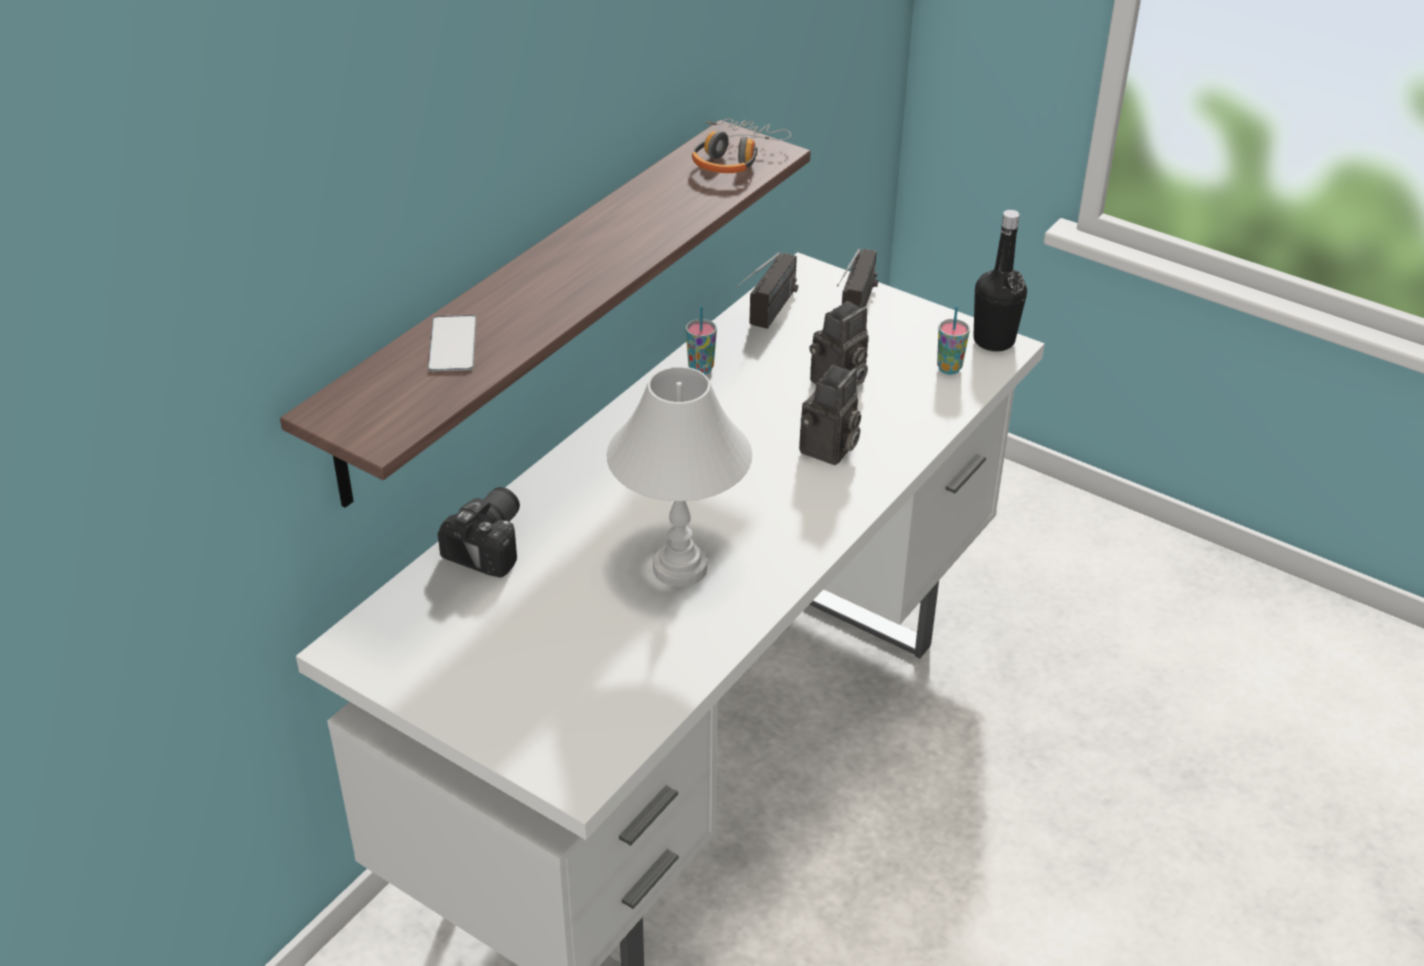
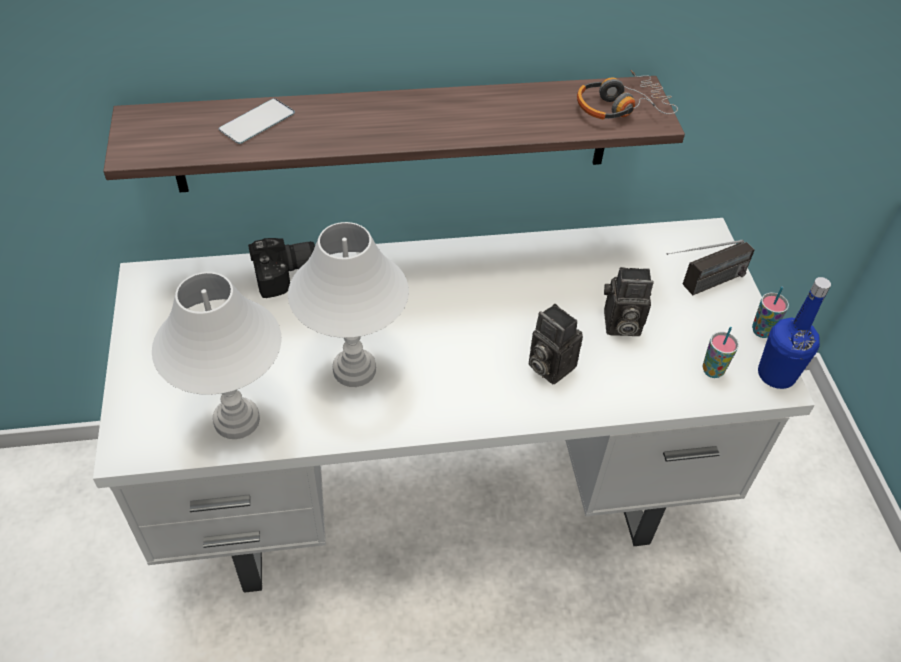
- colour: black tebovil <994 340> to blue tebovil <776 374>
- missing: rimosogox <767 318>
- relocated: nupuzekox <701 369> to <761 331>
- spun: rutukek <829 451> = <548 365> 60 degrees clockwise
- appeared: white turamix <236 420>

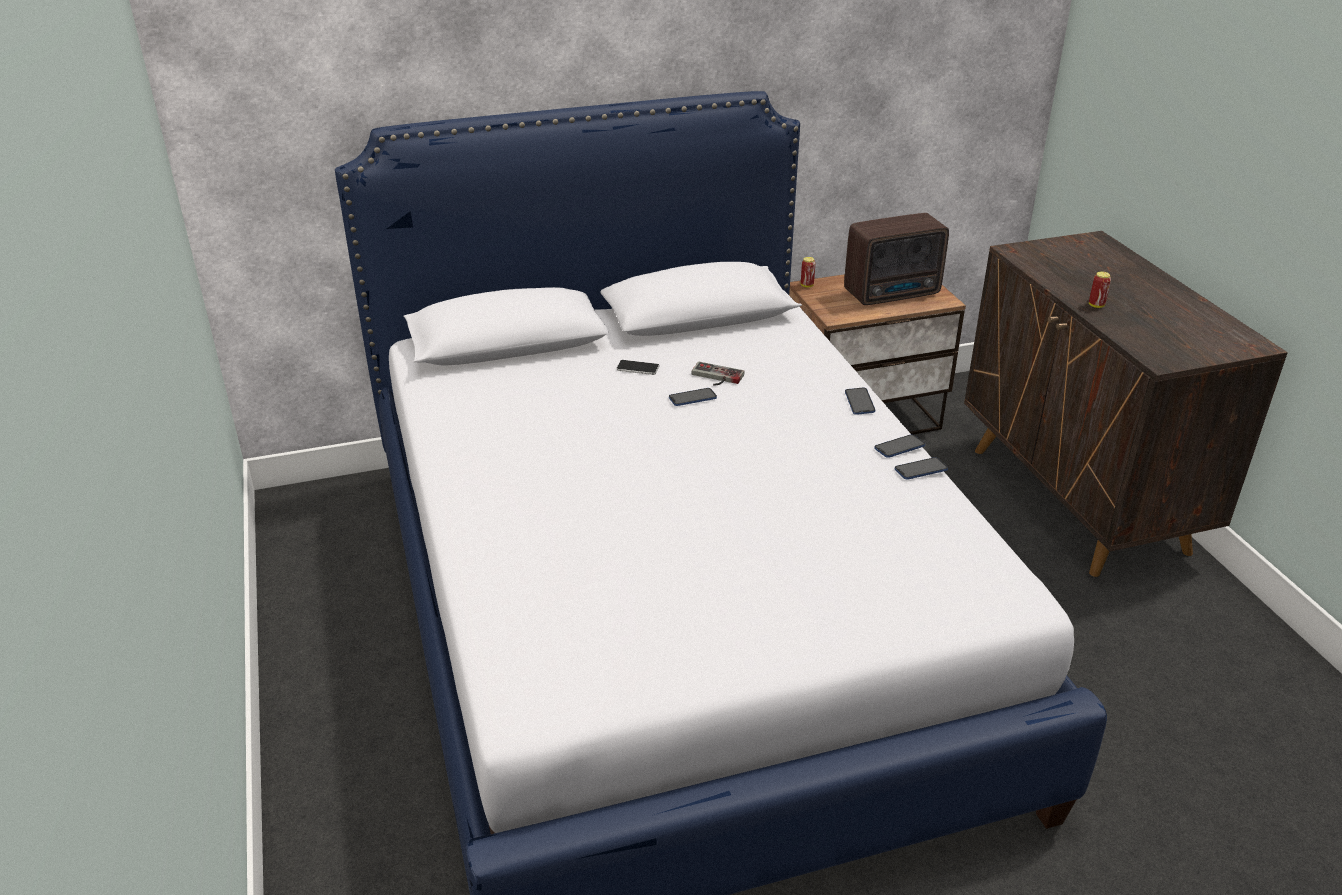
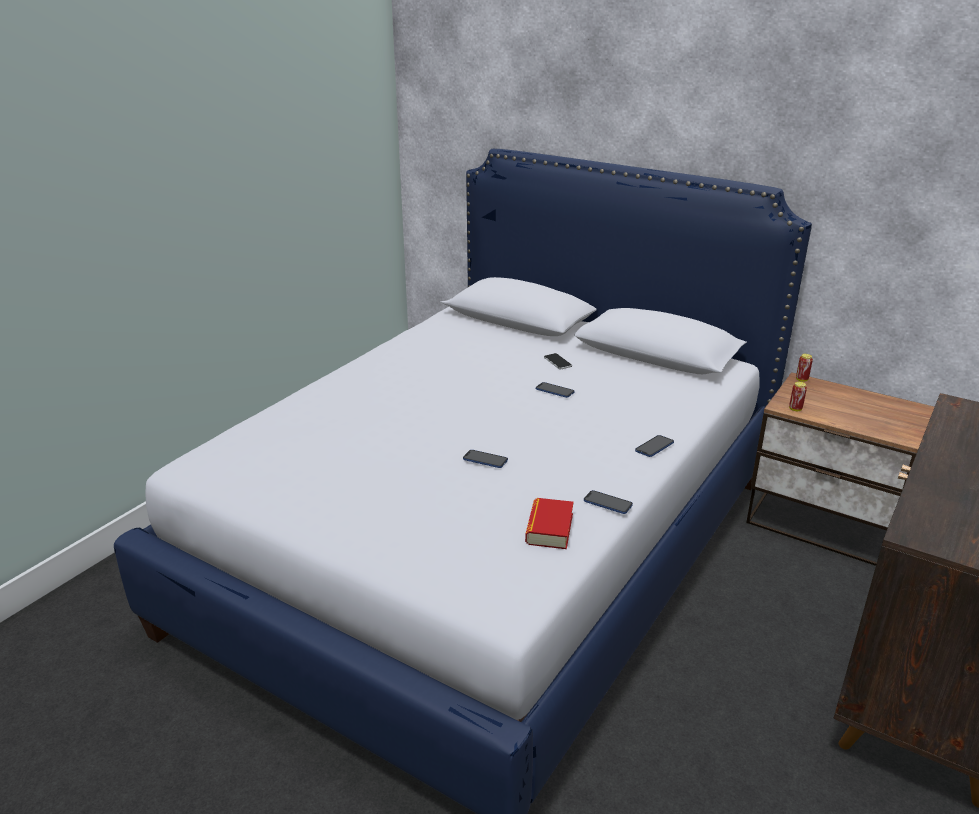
- missing: rimosogox <894 293>
- relocated: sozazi <1096 305> to <795 409>
- missing: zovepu <715 377>
- relocated: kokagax <899 447> to <485 460>
- appeared: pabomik <549 529>

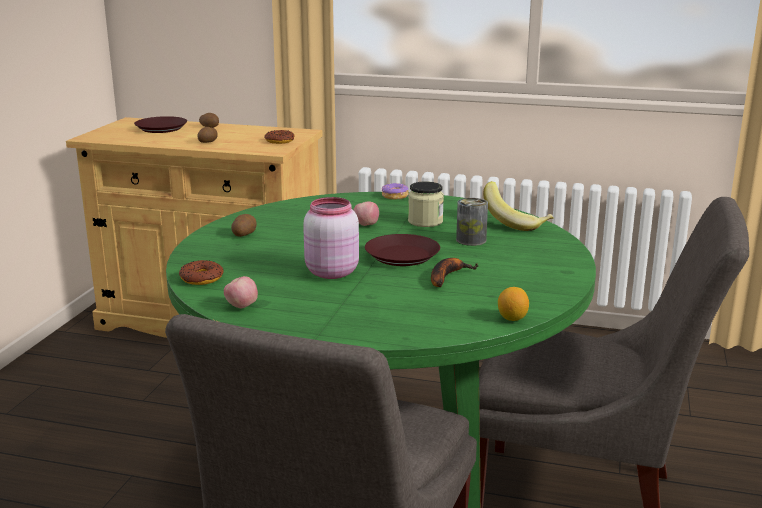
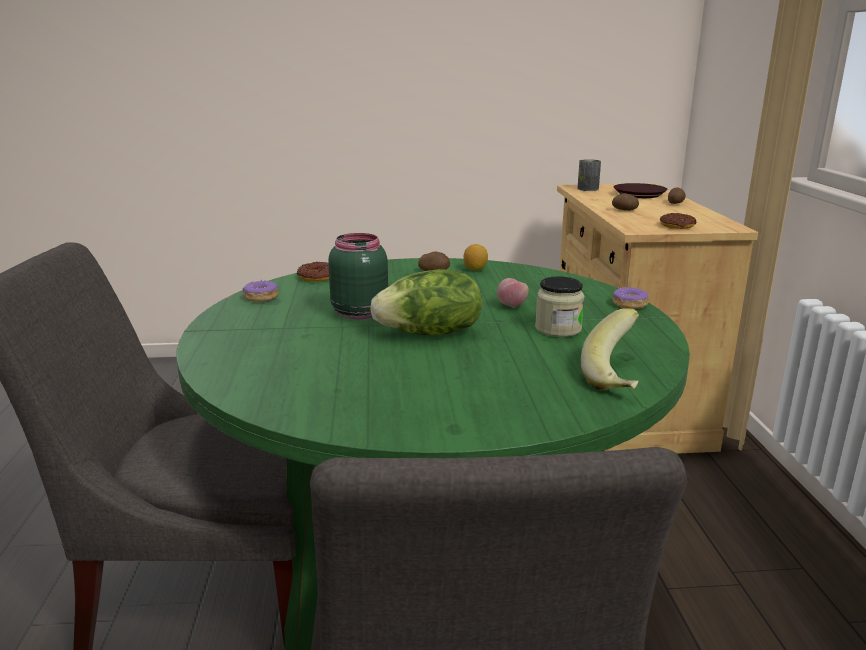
- colour: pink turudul <330 272> to green turudul <360 312>
- relocated: sozazi <471 240> to <588 189>
- exchanged: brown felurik <402 256> to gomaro <430 333>
- missing: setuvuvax <447 276>
- exchanged: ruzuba <241 306> to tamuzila <260 297>
- relocated: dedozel <512 318> to <475 269>

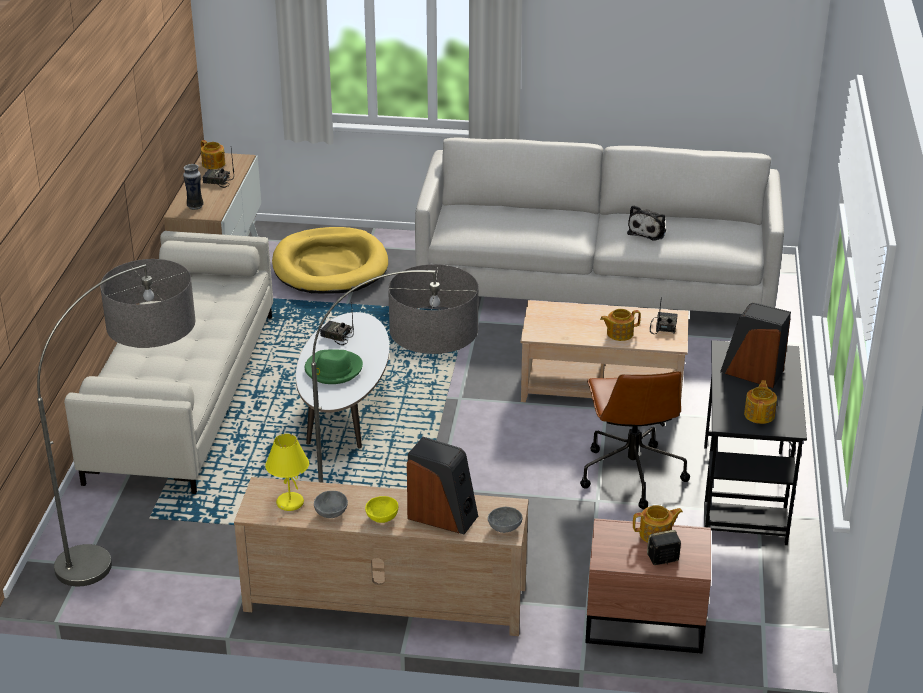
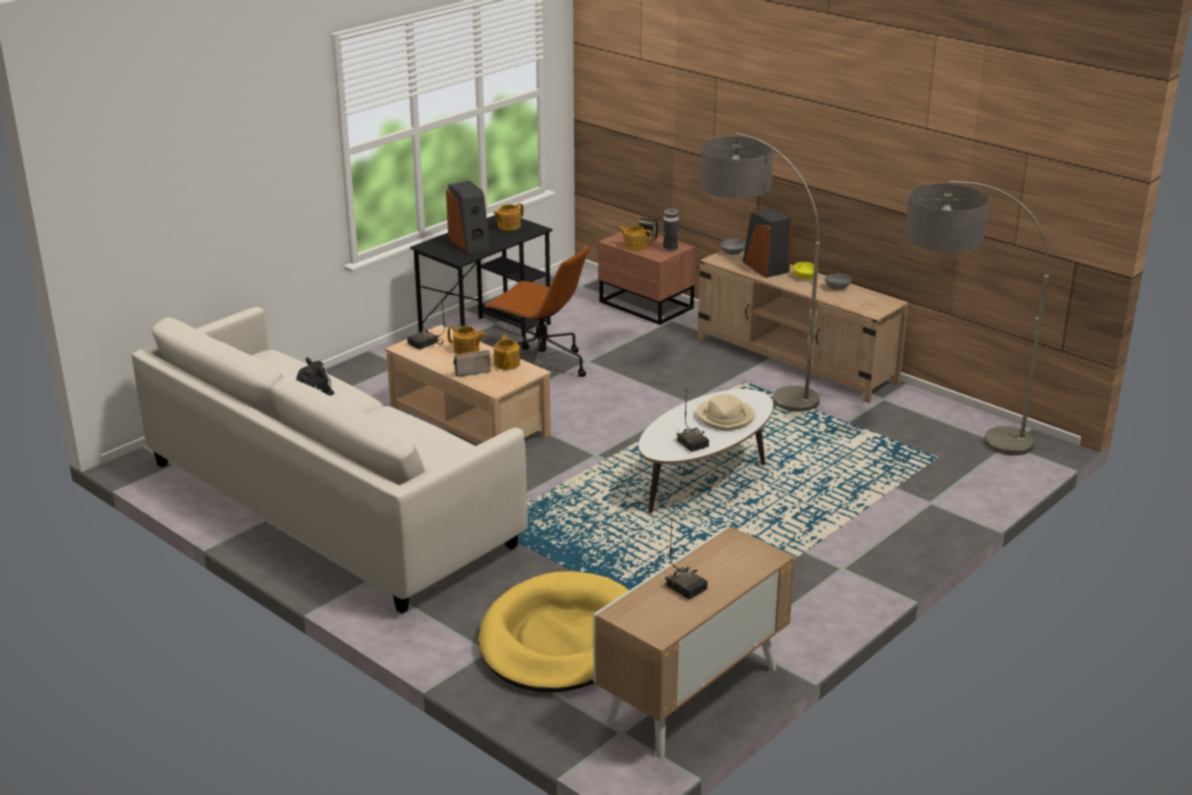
- relocated: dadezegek <213 164> to <507 363>
- relocated: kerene <195 206> to <670 249>
- missing: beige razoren <183 394>
- colour: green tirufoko <333 369> to beige tirufoko <725 417>
- spun: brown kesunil <631 473> = <541 366> 90 degrees clockwise
- missing: yellow turamix <289 503>
- appeared: rimosogox <470 371>

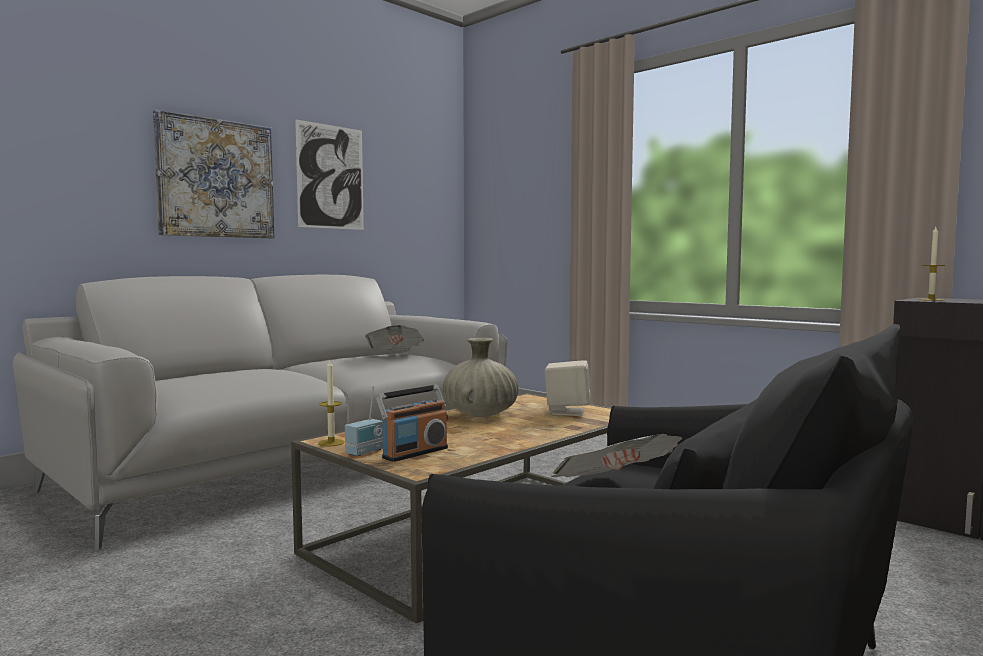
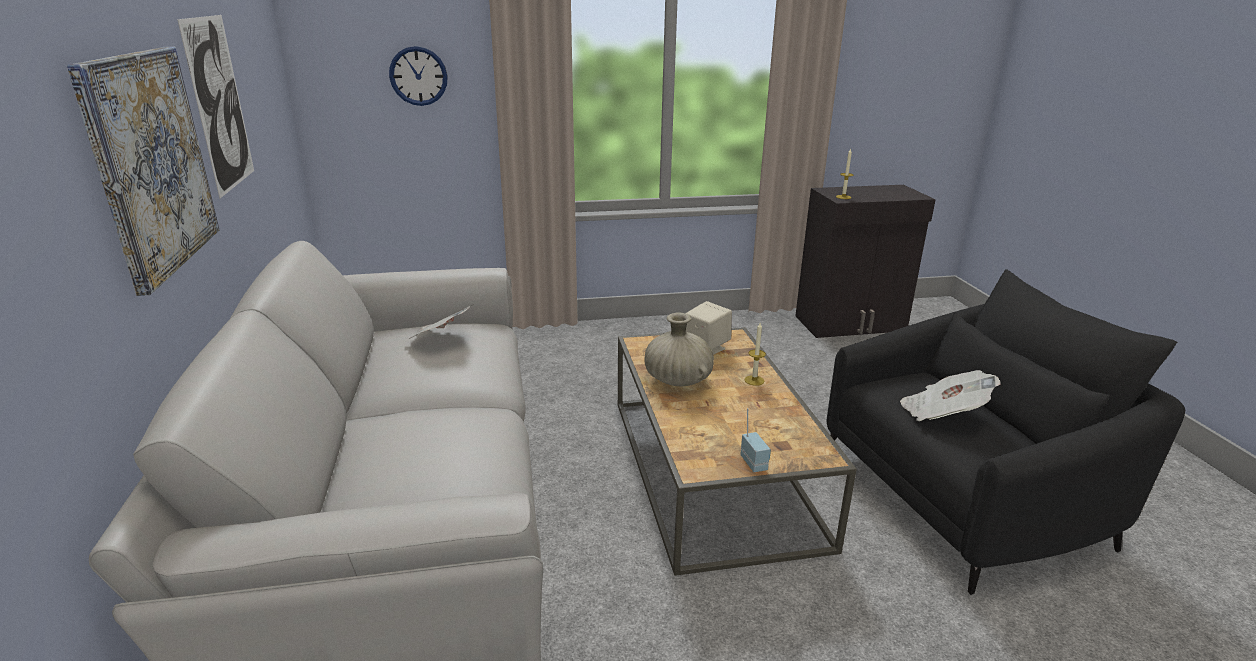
- relocated: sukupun <331 443> to <754 380>
- missing: rimosogox <415 453>
- appeared: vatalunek <418 76>

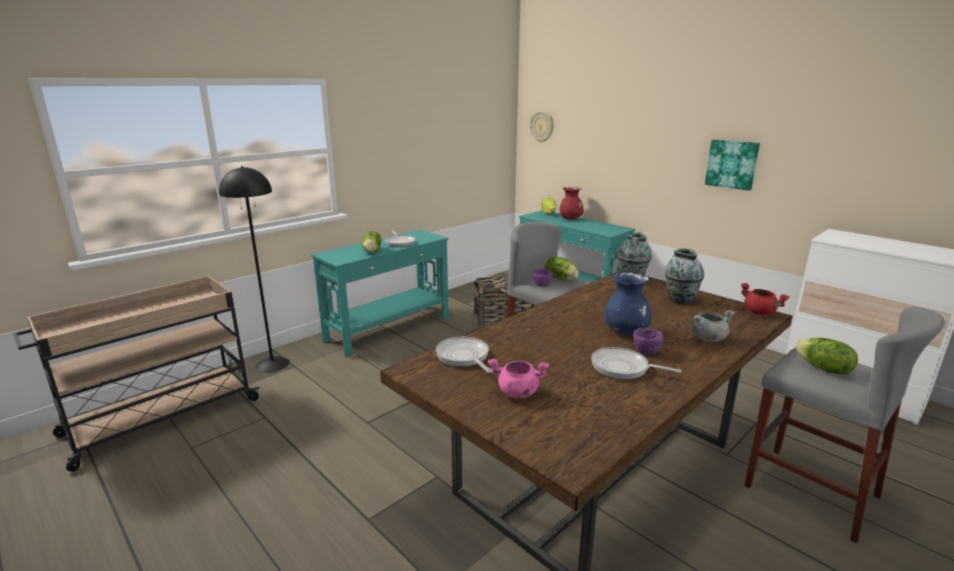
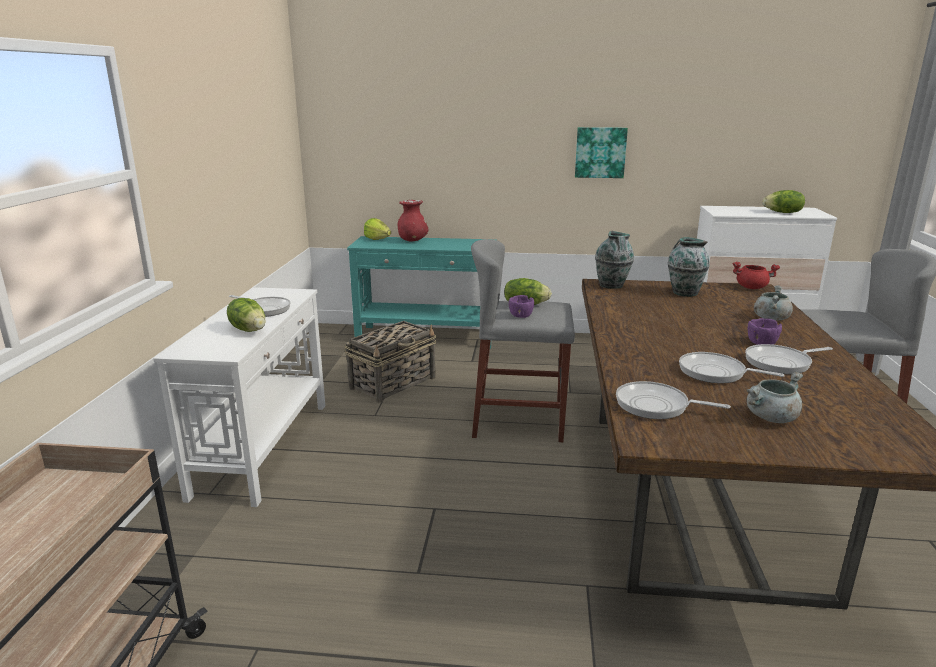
- missing: vatalunek <542 126>
- missing: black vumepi <272 364>
- colour: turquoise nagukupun <389 329> to white nagukupun <264 447>
- missing: blue kerene <626 331>
- relocated: gomaro <823 369> to <783 212>
- colour: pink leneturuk <517 392> to grey leneturuk <771 418>
- appeared: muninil <715 373>

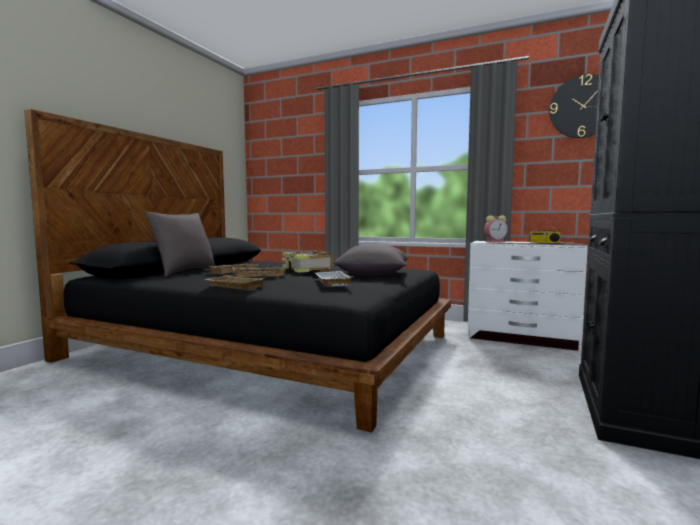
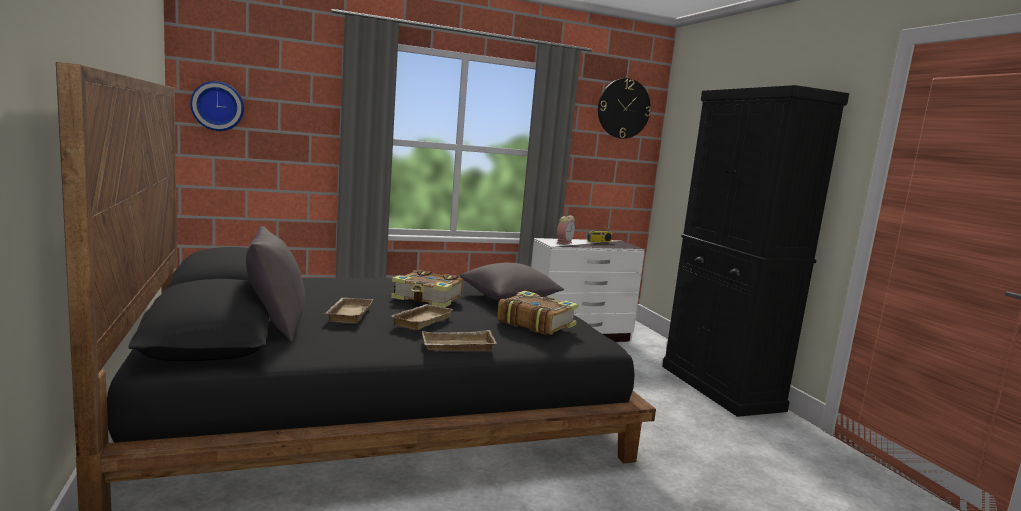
- exchanged: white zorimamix <331 282> to pabomik <535 323>
- appeared: vatalunek <218 106>

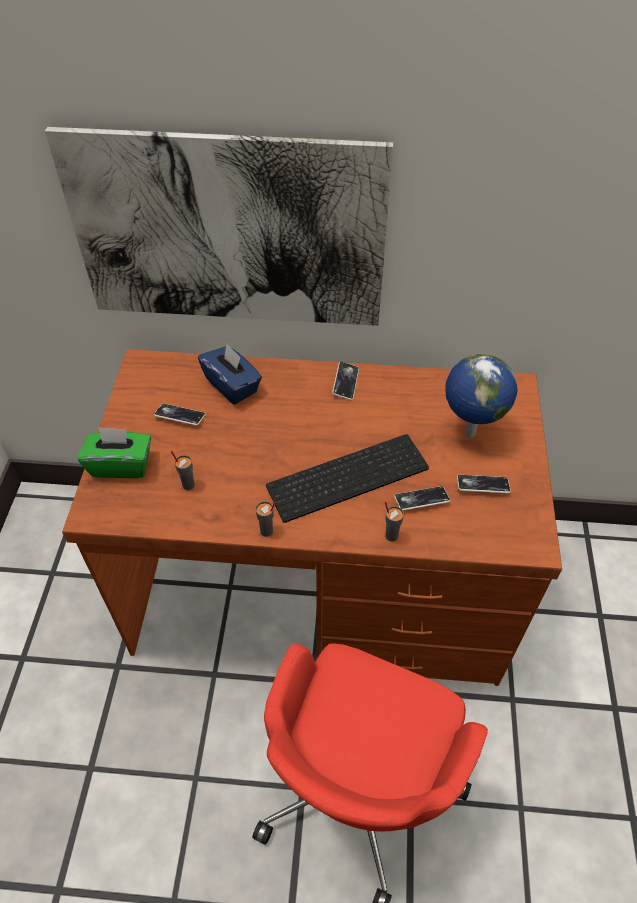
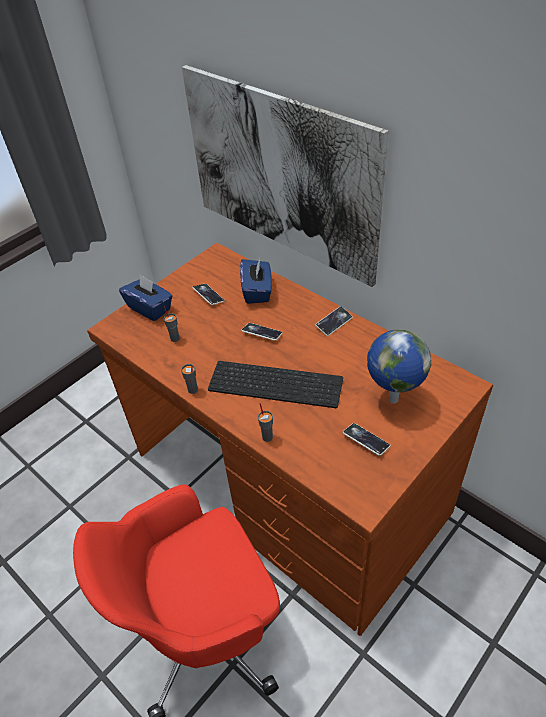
- colour: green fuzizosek <121 465> to blue fuzizosek <150 308>
- relocated: kokagax <421 500> to <262 333>

